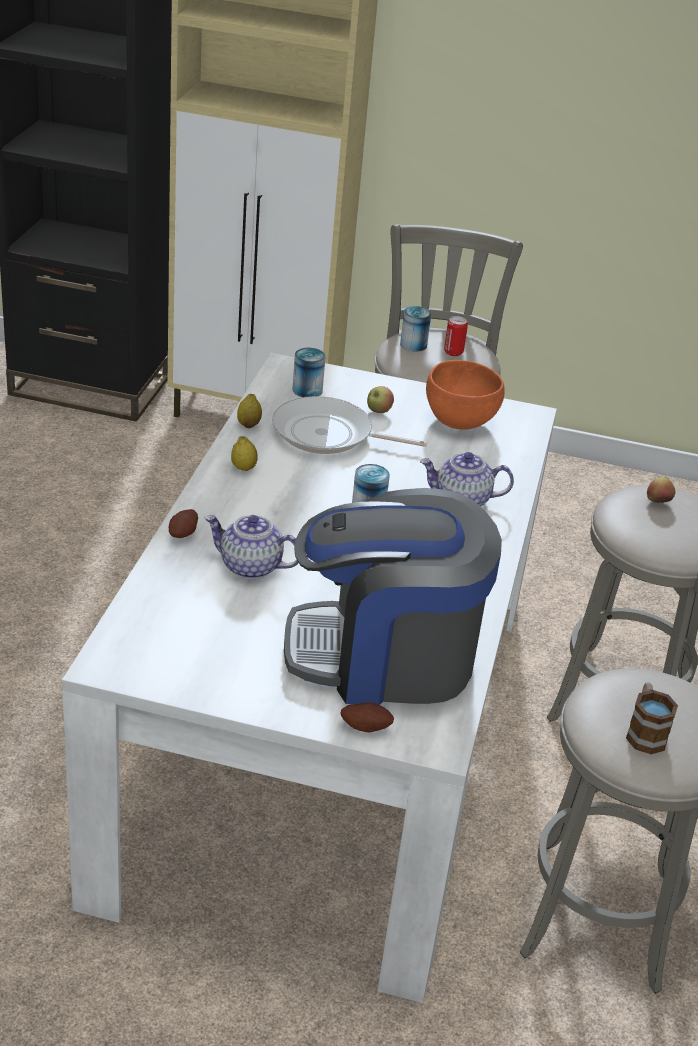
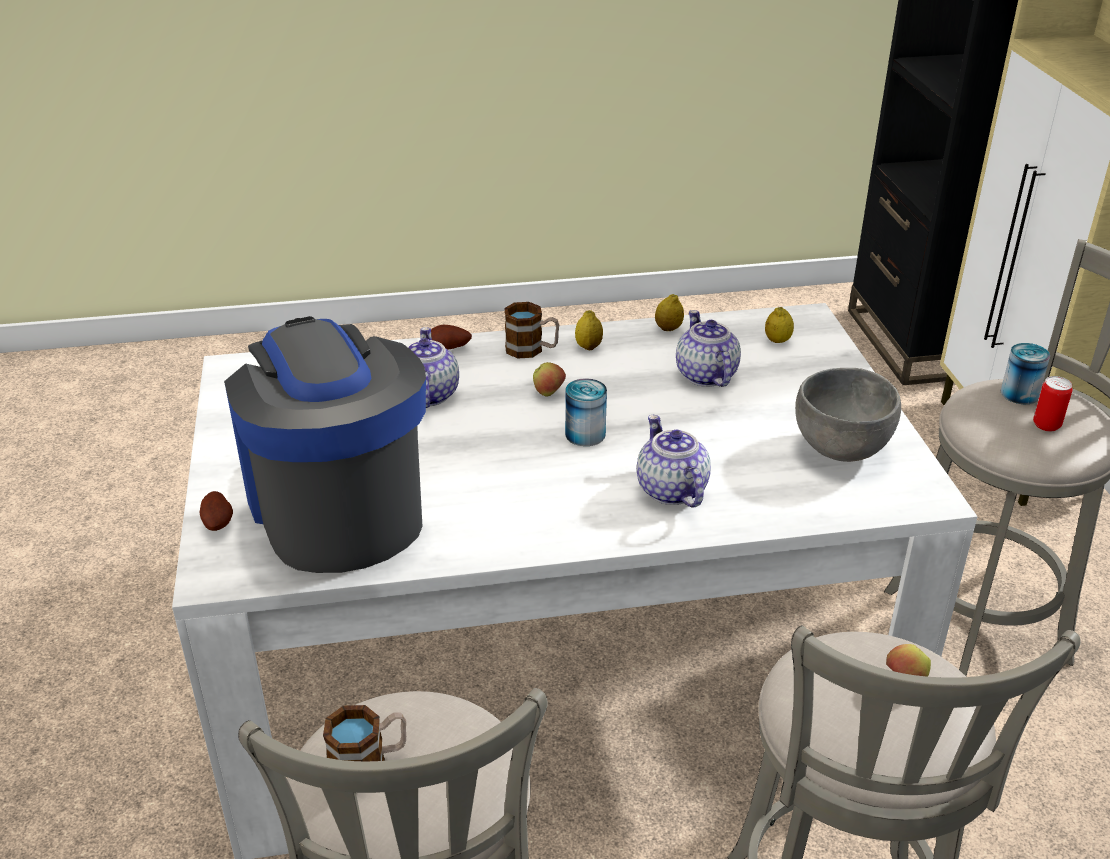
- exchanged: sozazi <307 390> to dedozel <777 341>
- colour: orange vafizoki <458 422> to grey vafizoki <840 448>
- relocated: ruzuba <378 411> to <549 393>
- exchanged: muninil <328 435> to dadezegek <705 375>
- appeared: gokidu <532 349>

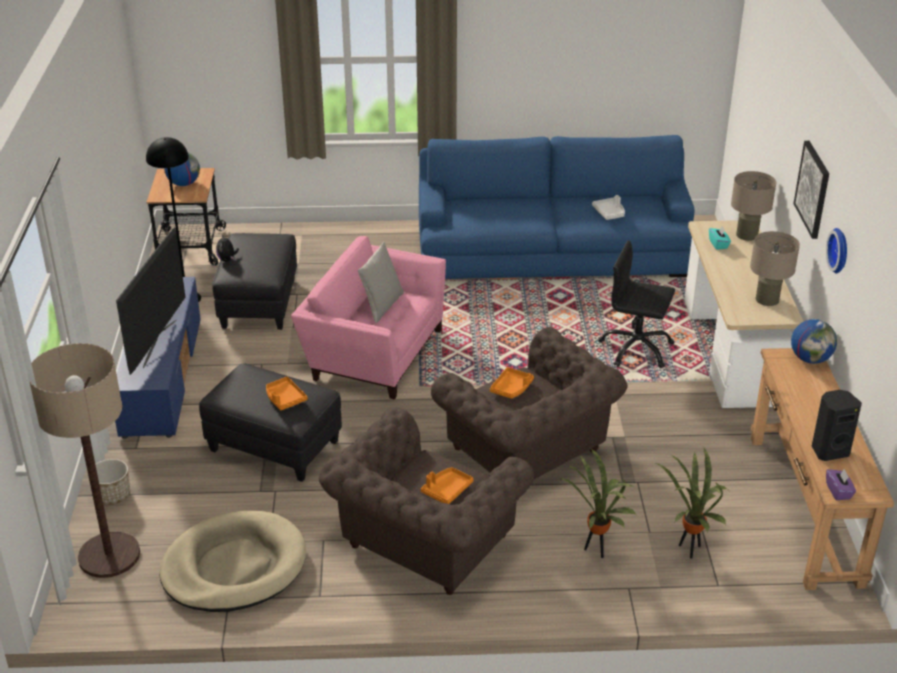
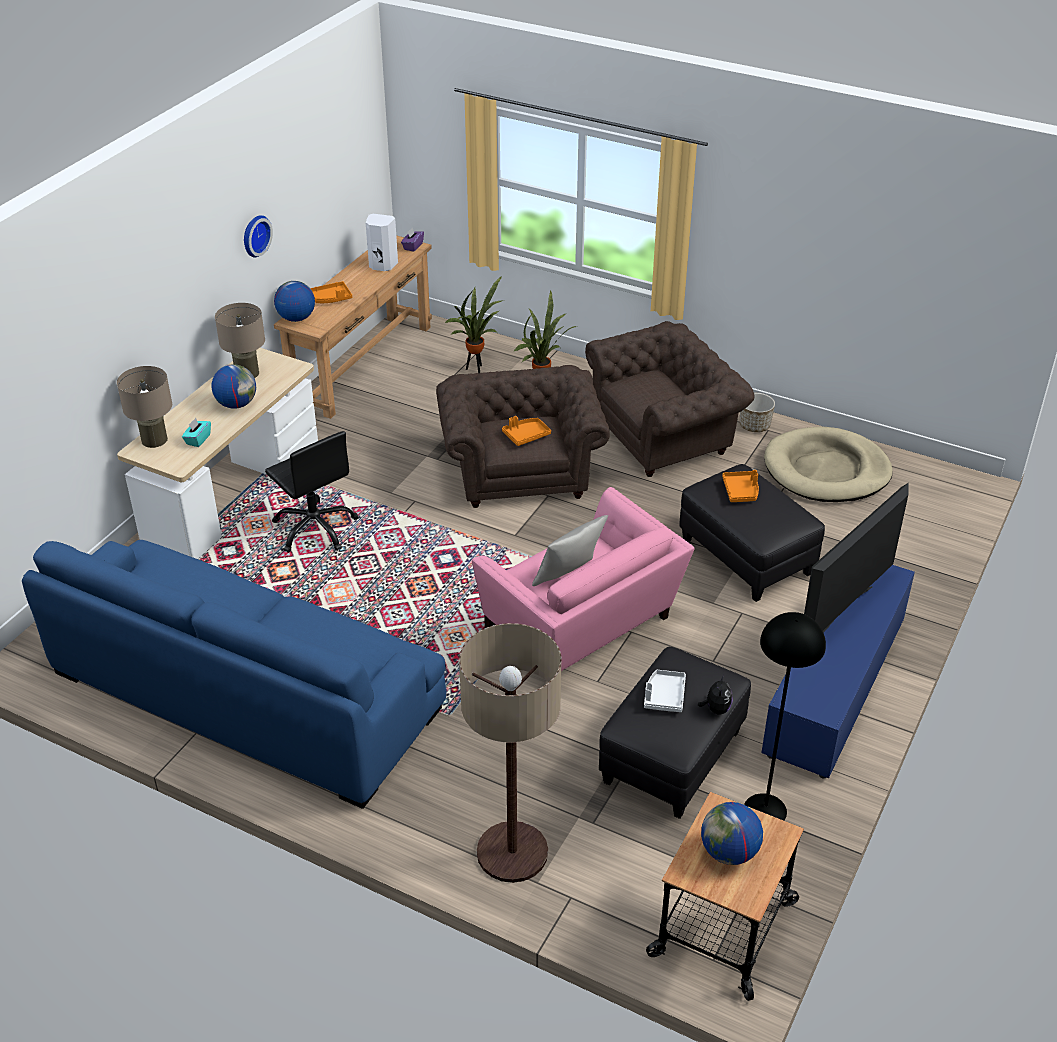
- missing: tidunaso <813 189>
- relocated: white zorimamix <609 213> to <664 696>
- relocated: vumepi <109 556> to <512 852>
- colour: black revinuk <829 451> to white revinuk <382 266>
- relocated: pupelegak <113 495> to <754 425>
- relocated: orange zorimamix <446 490> to <331 298>
- appeared: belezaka <236 404>

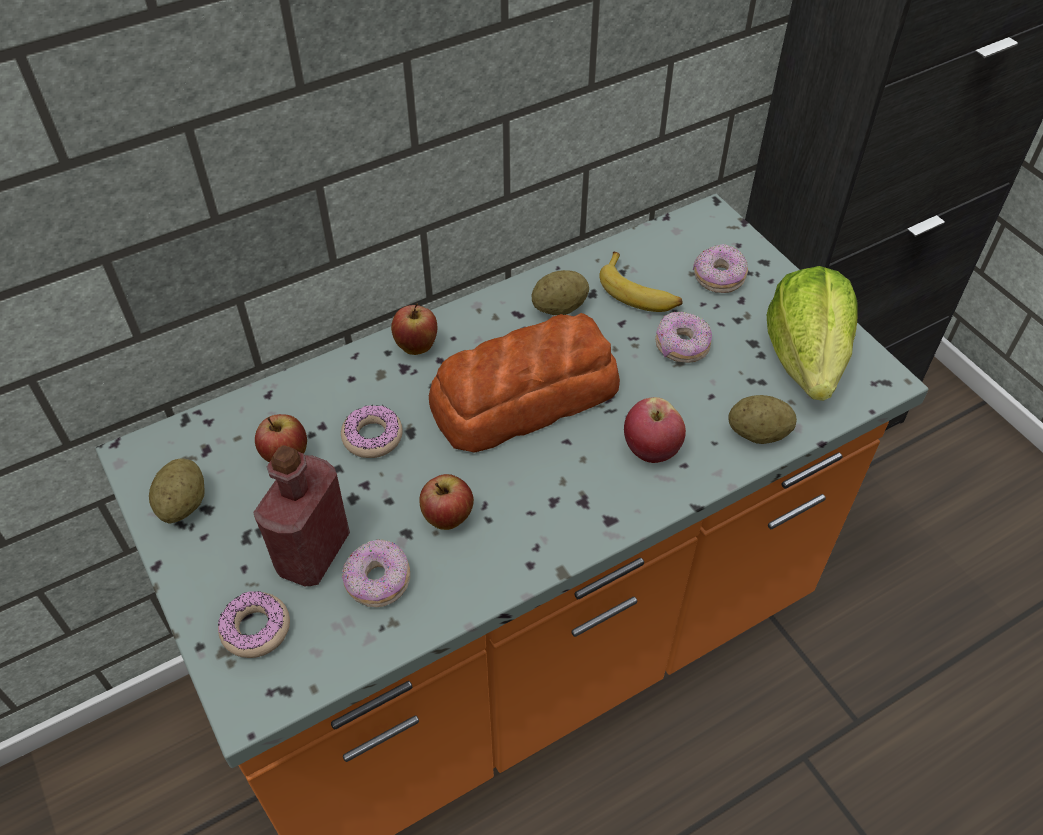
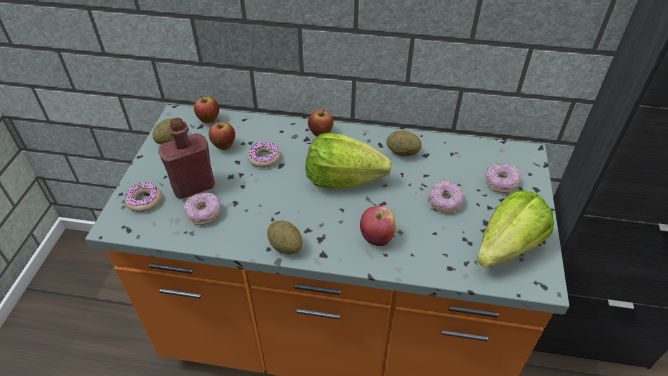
- missing: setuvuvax <639 292>
- exchanged: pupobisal <522 396> to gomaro <343 179>
- relocated: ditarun <758 433> to <285 246>
- relocated: ruzuba <448 519> to <209 120>

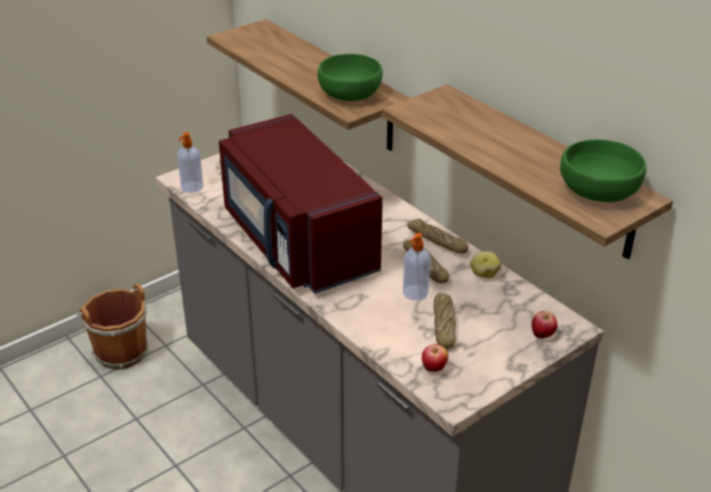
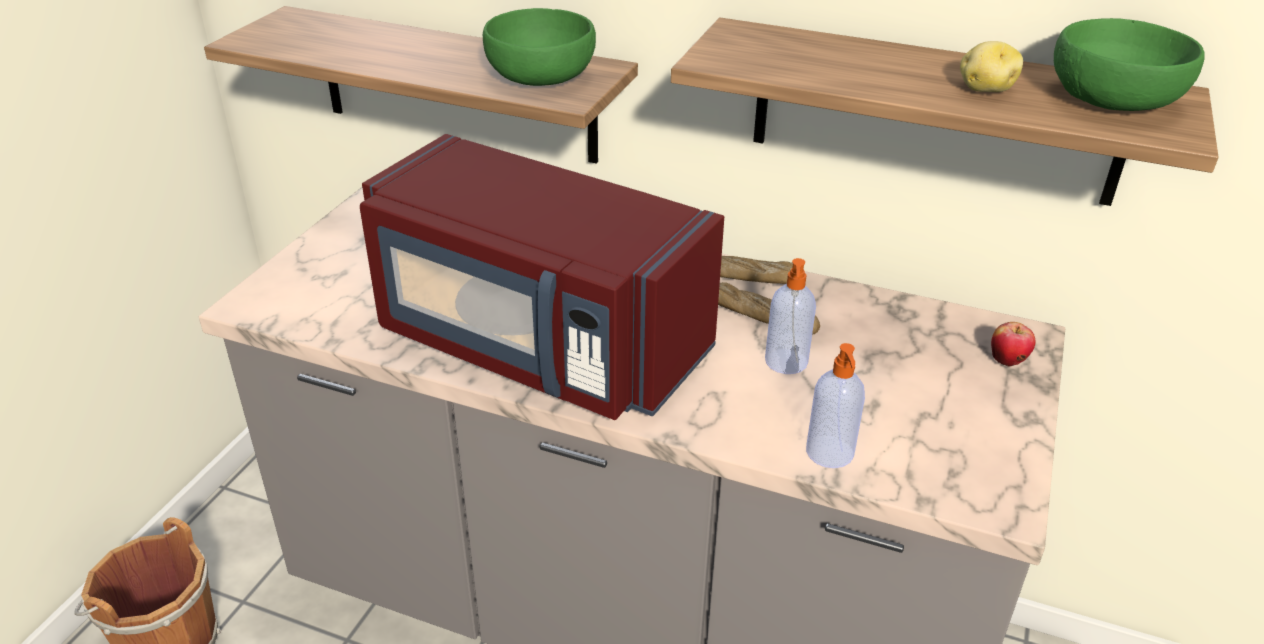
- relocated: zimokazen <191 187> to <830 454>
- relocated: ditarun <484 274> to <984 89>
- missing: pupobisal <443 325>
- missing: ruzuba <434 369>

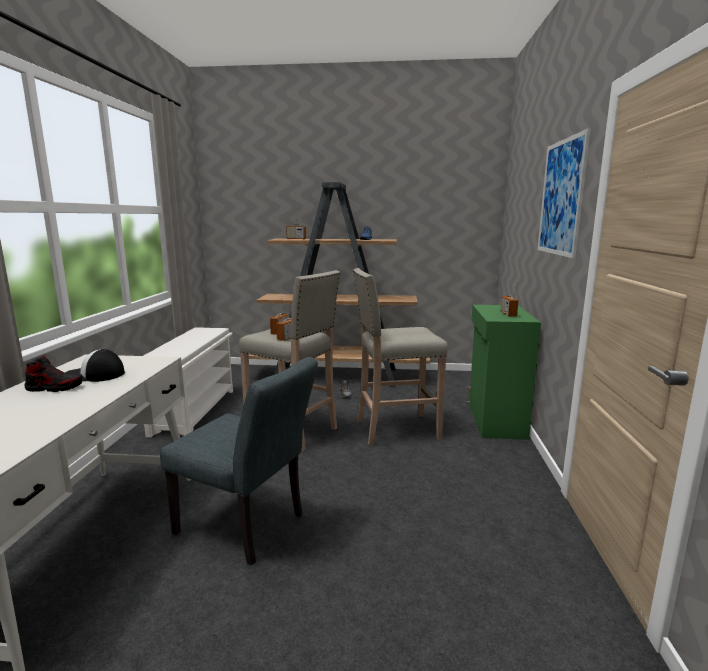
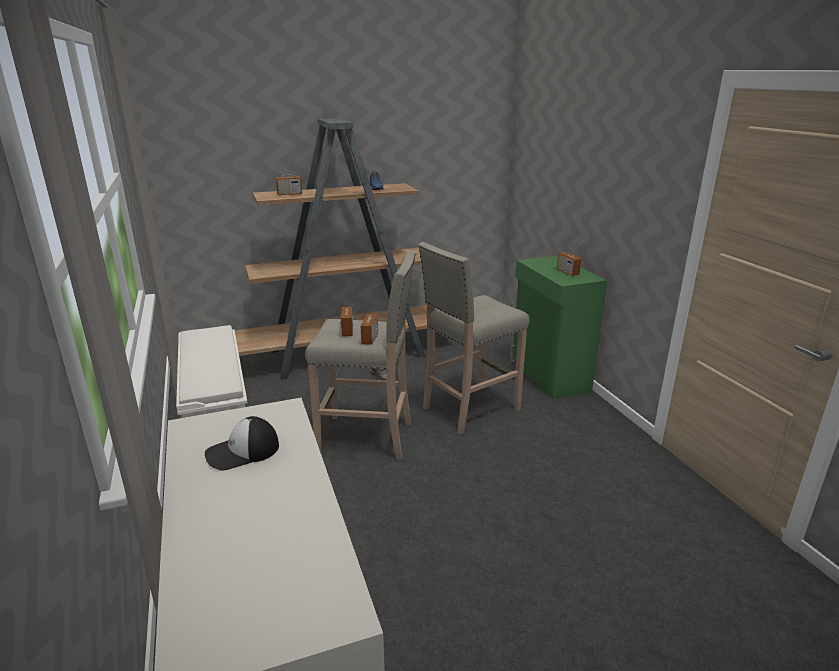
- missing: tidunaso <561 197>
- missing: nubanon <54 388>
- missing: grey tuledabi <248 527>

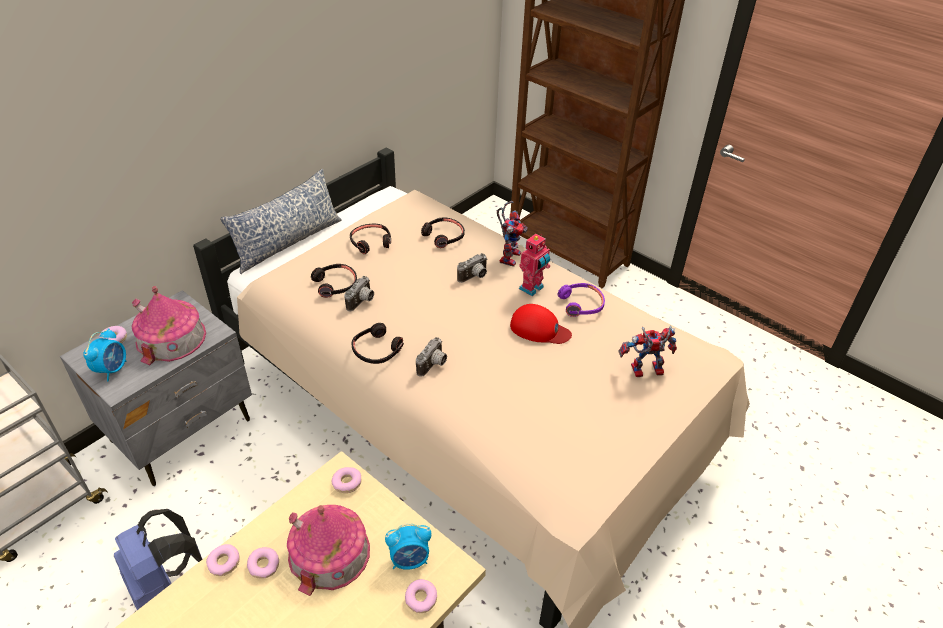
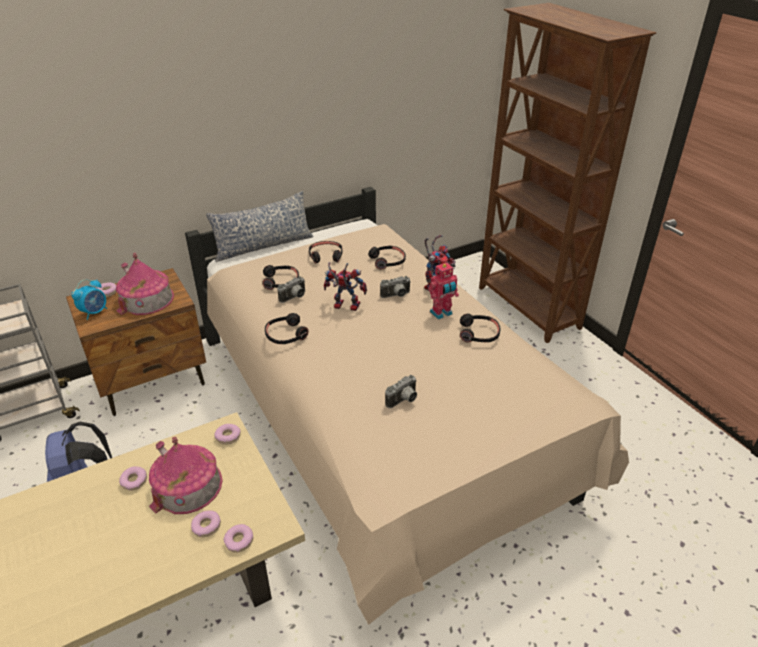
- colour: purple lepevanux <581 304> to black lepevanux <479 334>
- colour: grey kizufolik <182 430> to brown kizufolik <153 381>
- missing: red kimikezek <539 329>
- relocated: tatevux <644 371> to <344 306>
- relocated: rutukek <433 365> to <403 401>
- missing: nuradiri <410 560>
- relocated: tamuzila <224 563> to <206 526>

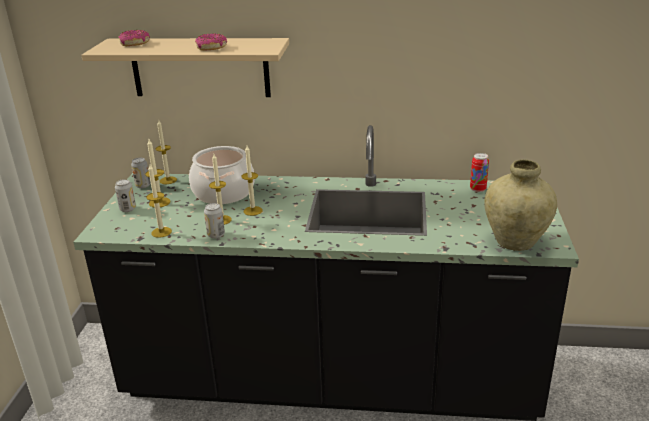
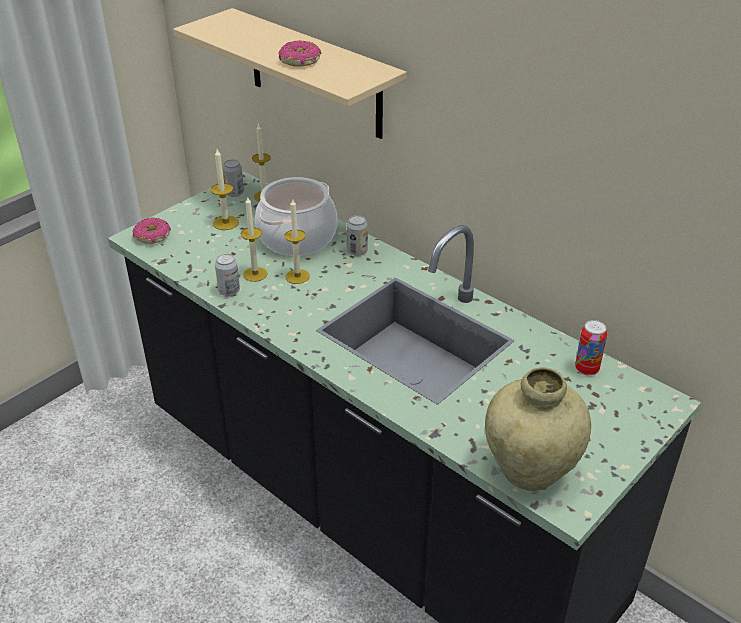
- relocated: tamuzila <135 43> to <153 236>
- missing: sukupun <161 232>
- relocated: sozazi <128 209> to <357 251>

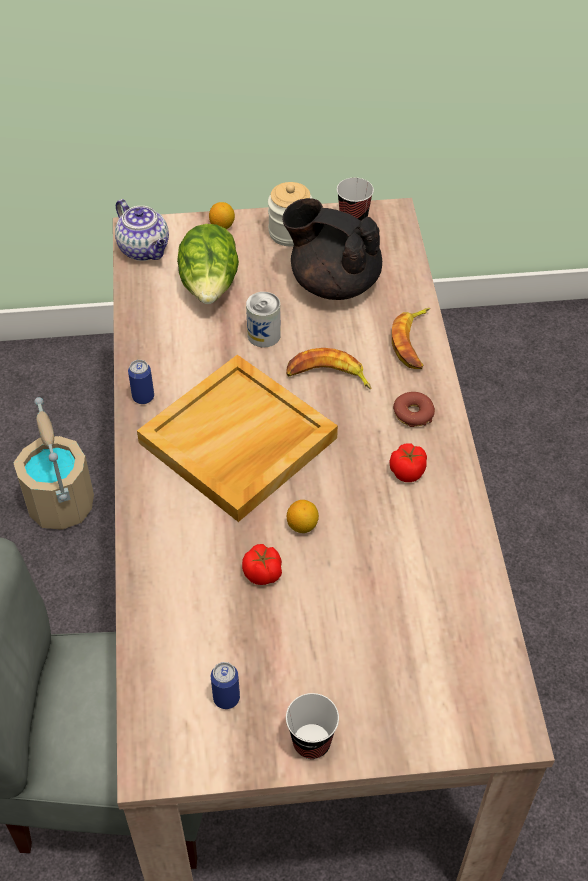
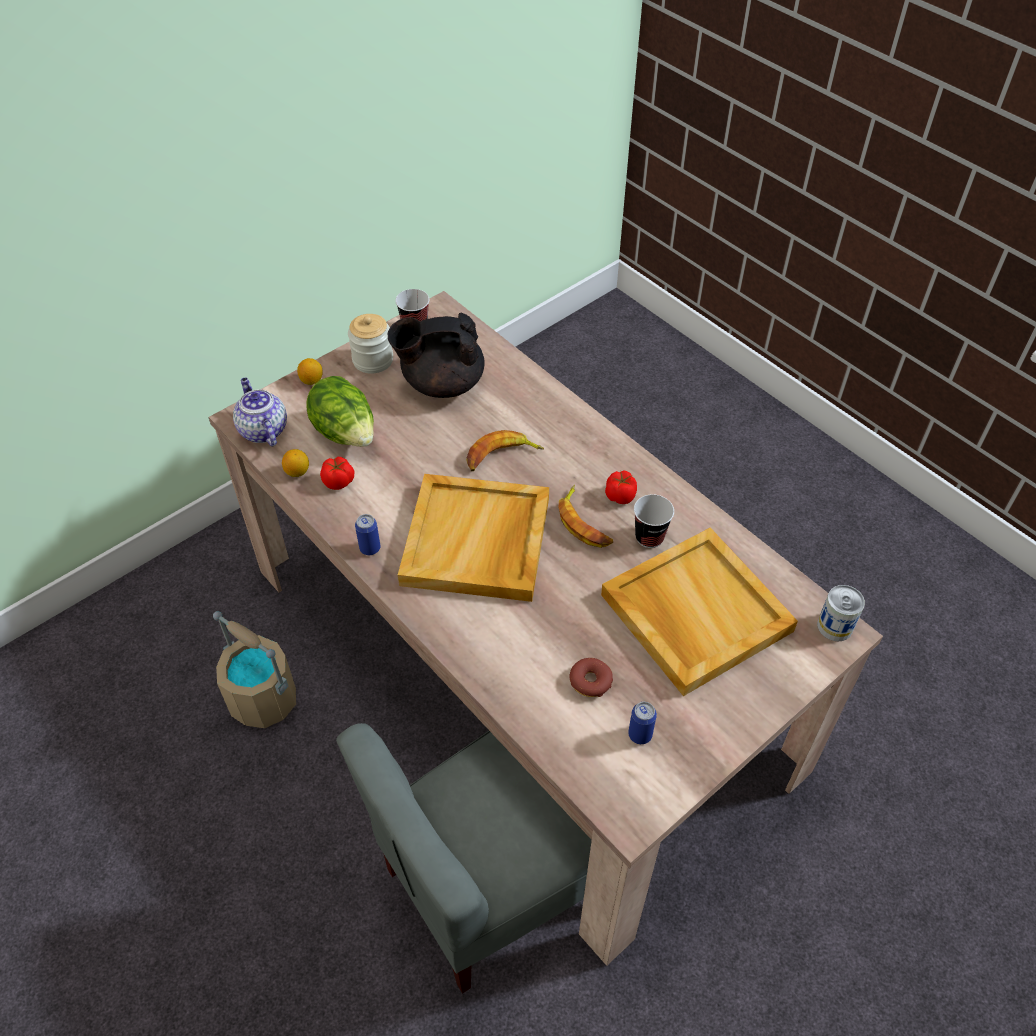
- spun: dadezegek <145 250> = <262 430> 135 degrees counterclockwise
- relocated: sozazi <264 335> to <835 626>
- relocated: setuvuvax <413 342> to <584 523>
- relocated: tamuzila <413 414> to <590 681>
- relocated: dedozel <302 525> to <297 472>
- relocated: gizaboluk <263 574> to <339 481>
- relocated: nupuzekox <311 742> to <649 537>
- appeared: beige zorimamix <694 612>

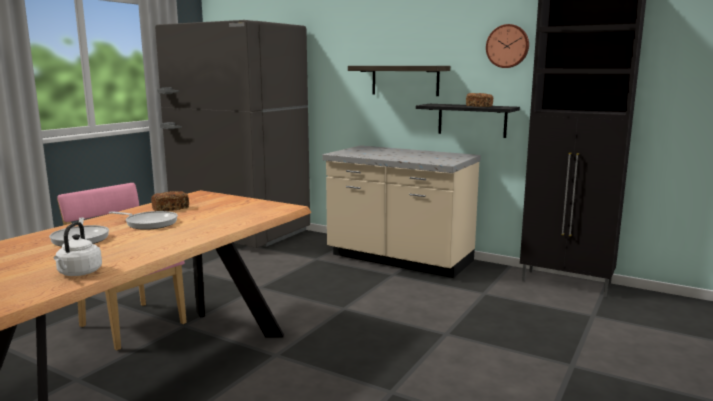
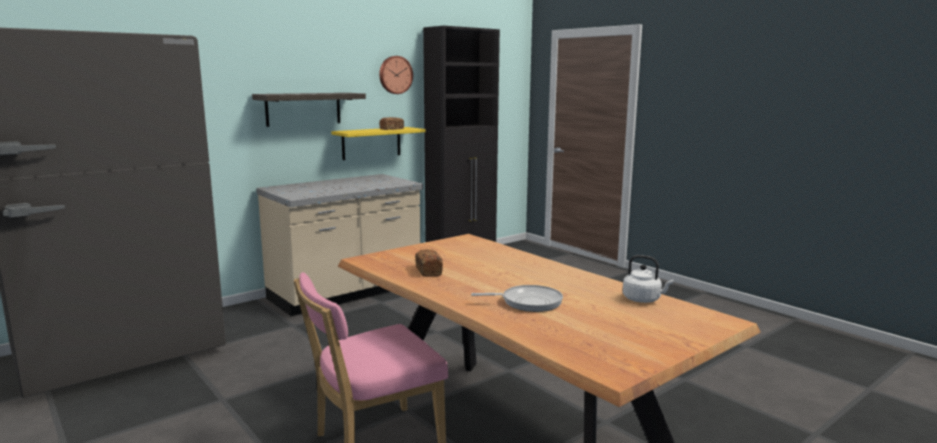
- colour: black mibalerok <472 120> to yellow mibalerok <371 143>
- missing: muninil <149 223>

